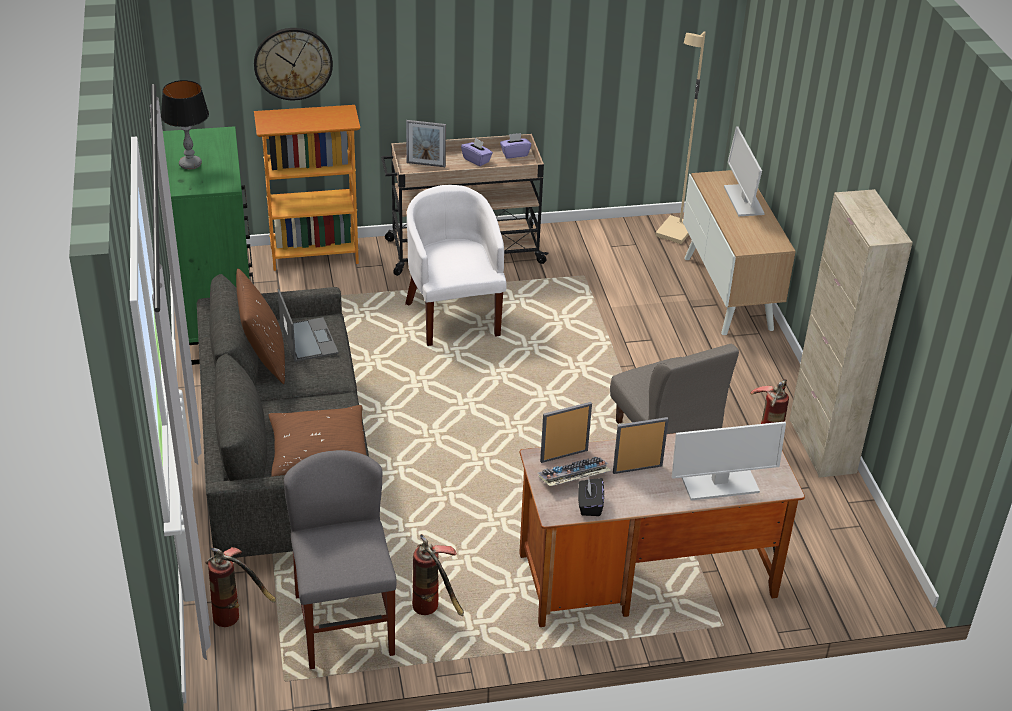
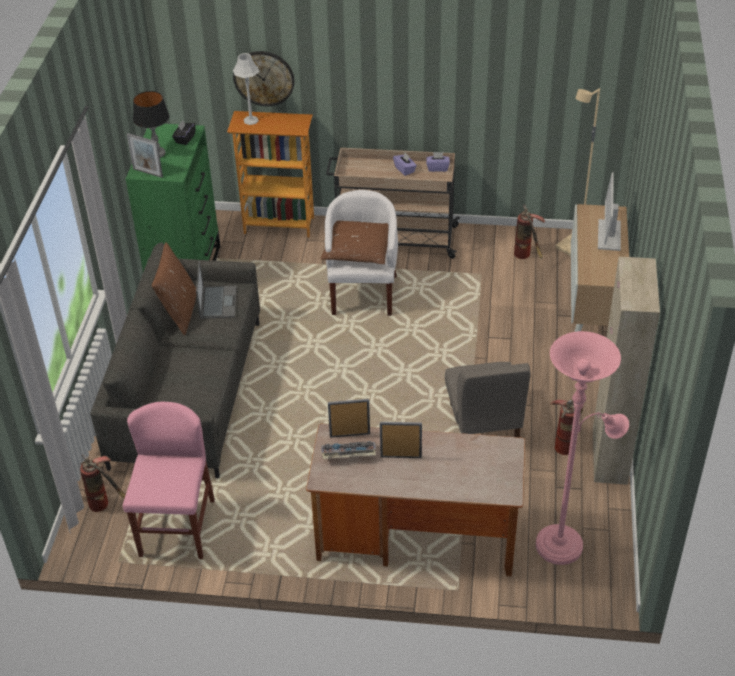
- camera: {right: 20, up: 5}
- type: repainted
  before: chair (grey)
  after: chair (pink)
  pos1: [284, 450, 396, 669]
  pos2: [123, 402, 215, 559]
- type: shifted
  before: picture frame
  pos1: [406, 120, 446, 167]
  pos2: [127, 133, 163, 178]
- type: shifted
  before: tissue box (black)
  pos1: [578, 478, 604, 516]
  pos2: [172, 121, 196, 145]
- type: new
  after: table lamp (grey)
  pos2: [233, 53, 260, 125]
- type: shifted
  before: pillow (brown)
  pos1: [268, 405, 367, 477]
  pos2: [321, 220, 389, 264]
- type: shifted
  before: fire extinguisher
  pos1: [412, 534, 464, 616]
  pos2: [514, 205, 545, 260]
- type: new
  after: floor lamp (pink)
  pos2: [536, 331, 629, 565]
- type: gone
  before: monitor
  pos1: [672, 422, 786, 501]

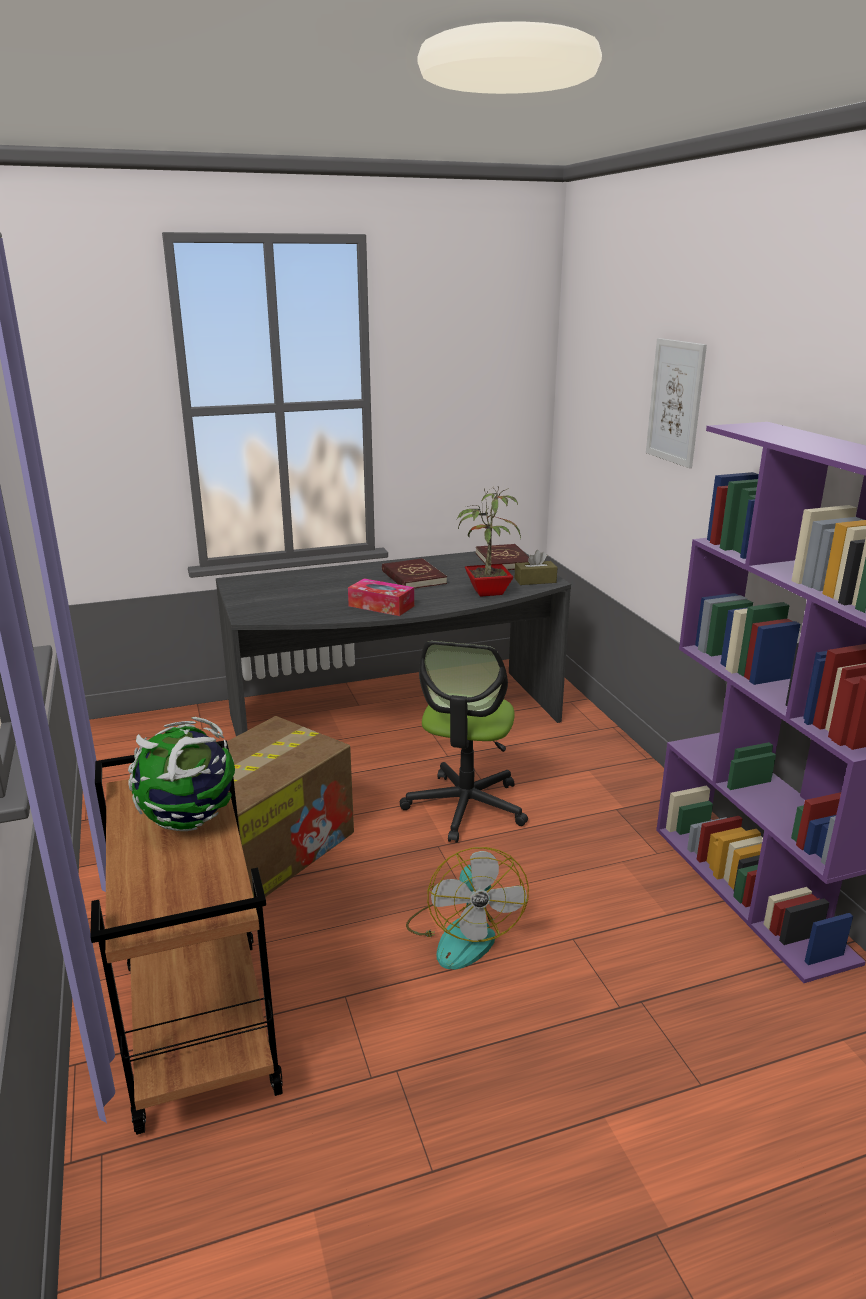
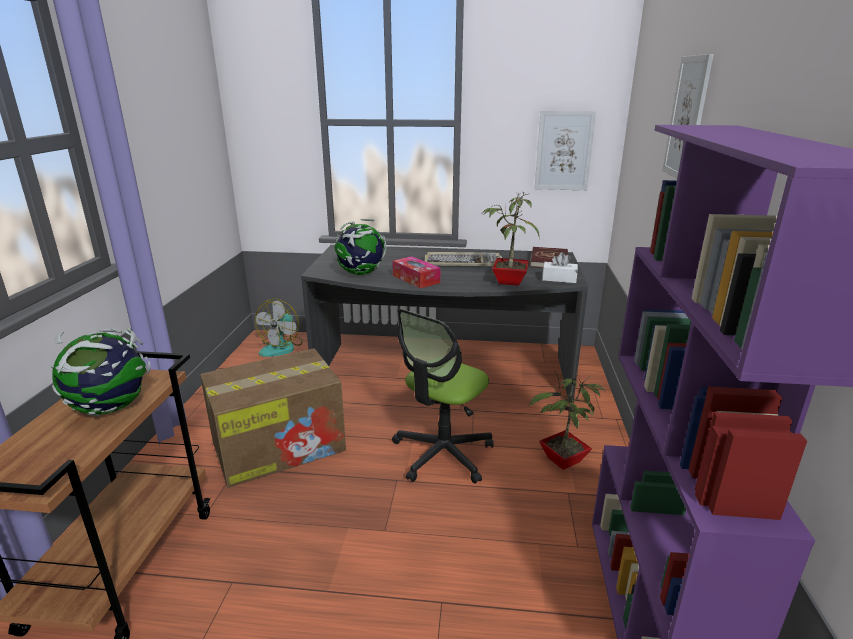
- camera: {right: 25, up: 0}
- type: shifted
  before: fan
  pos1: [406, 847, 529, 969]
  pos2: [255, 299, 303, 357]
- type: new
  after: globe
  pos2: [335, 219, 386, 275]
- type: swapped
  before: book (red)
  after: keyboard
  pos1: [382, 558, 447, 589]
  pos2: [425, 252, 502, 267]
- type: new
  after: potted plant
  pos2: [529, 370, 605, 470]
- type: new
  after: picture
  pos2: [535, 111, 596, 190]
- type: repainted
  before: tissue box (brown)
  after: tissue box (white)
  pos1: [515, 550, 557, 585]
  pos2: [542, 252, 578, 283]

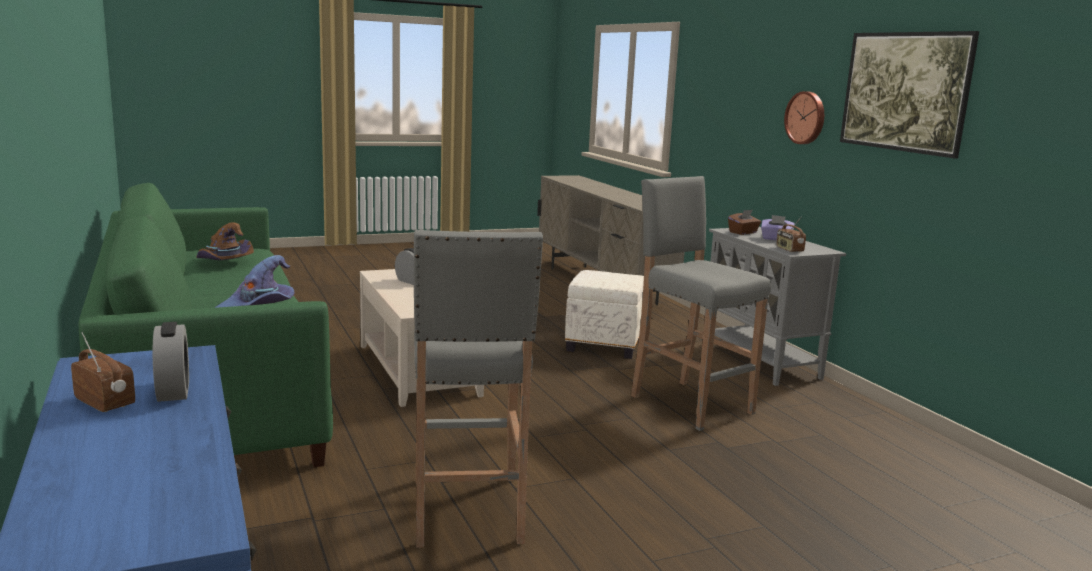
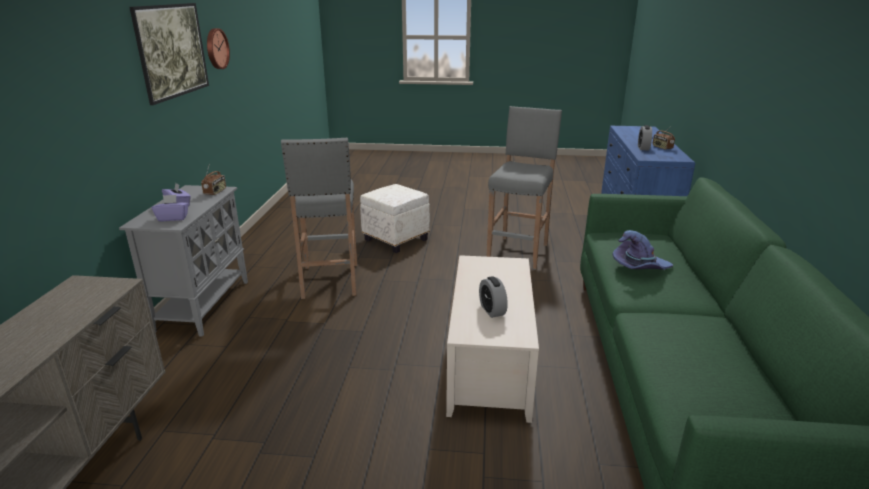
- camera: {right: -150, up: 10}
- type: repainted
  before: tissue box (brown)
  after: tissue box (purple)
  pos1: [728, 210, 761, 235]
  pos2: [151, 195, 189, 221]
- type: shifted
  before: wall clock
  pos1: [784, 91, 824, 144]
  pos2: [207, 28, 230, 69]
- type: shifted
  before: ottoman (white)
  pos1: [565, 270, 644, 359]
  pos2: [360, 184, 430, 253]
- type: gone
  before: hat (brown)
  pos1: [196, 222, 254, 260]

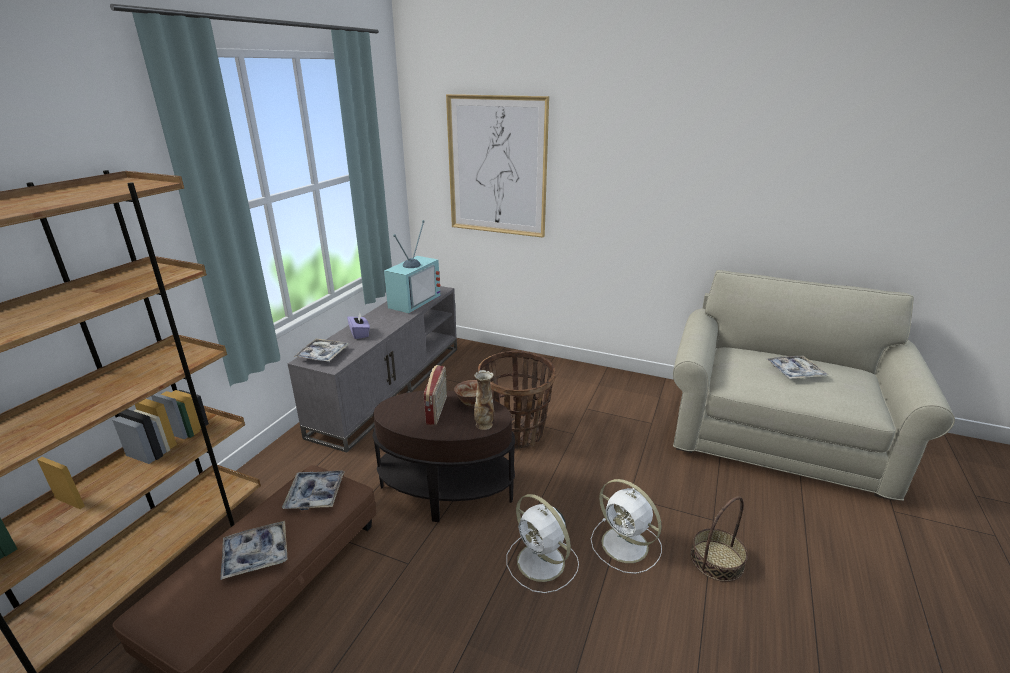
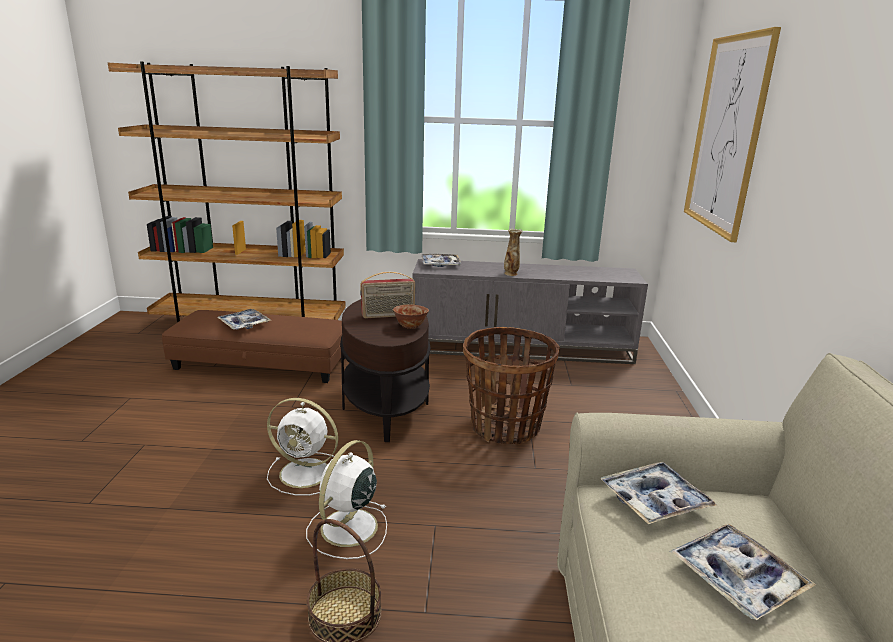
- camera: {right: 70, up: -5}
- type: rotated
  before: fan (white)
  pos1: [507, 494, 579, 593]
  pos2: [267, 398, 338, 496]
  turn: -105
- type: shifted
  before: vase
  pos1: [474, 370, 494, 430]
  pos2: [504, 229, 523, 276]
- type: shifted
  before: tray
  pos1: [282, 470, 345, 510]
  pos2: [601, 462, 717, 524]
- type: gone
  before: tissue box (purple)
  pos1: [347, 312, 370, 339]
- type: gone
  before: television
  pos1: [384, 220, 440, 313]

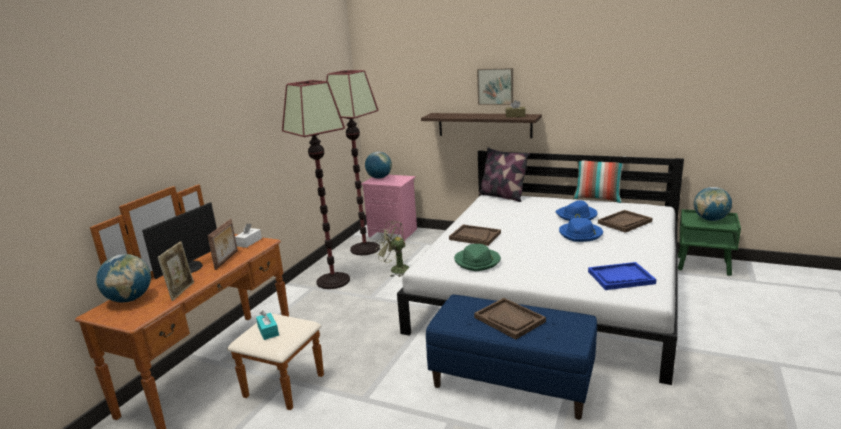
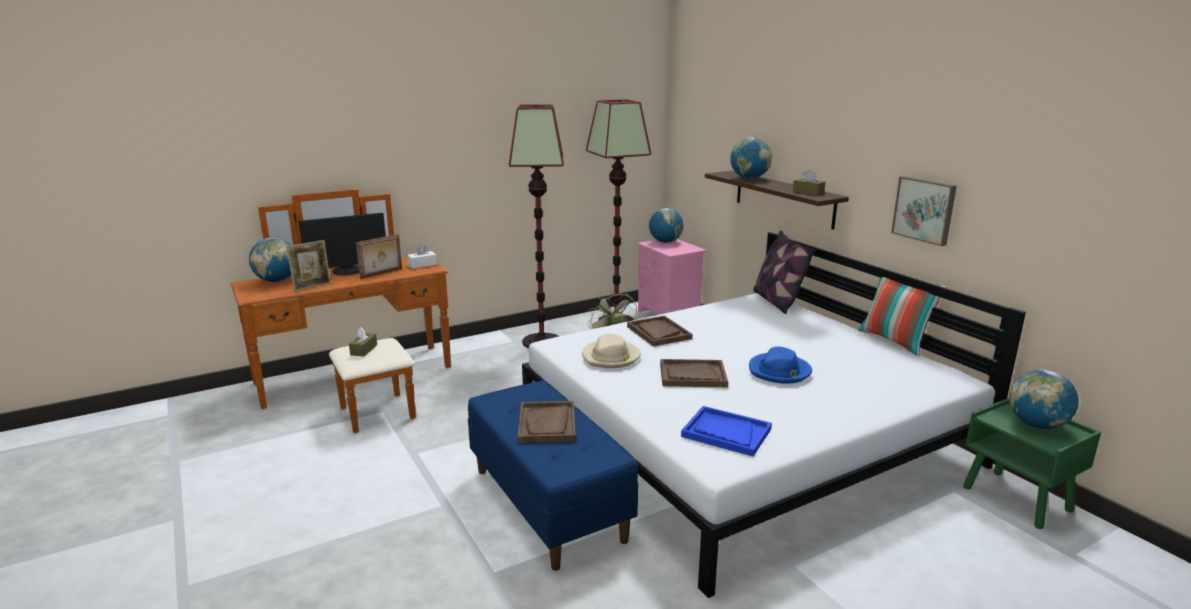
- camera: {right: 35, up: 0}
- type: repainted
  before: tissue box (turquoise)
  after: tissue box (brown)
  pos1: [256, 311, 279, 340]
  pos2: [349, 327, 377, 356]
- type: repainted
  before: hat (green)
  after: hat (beige)
  pos1: [454, 244, 501, 271]
  pos2: [582, 334, 641, 368]
- type: shifted
  before: tray (brown)
  pos1: [598, 210, 652, 233]
  pos2: [660, 359, 728, 387]
- type: new
  after: globe
  pos2: [730, 137, 772, 179]
- type: shifted
  before: picture
  pos1: [477, 68, 513, 105]
  pos2: [891, 176, 957, 246]
- type: gone
  before: hat (blue)
  pos1: [556, 200, 598, 221]

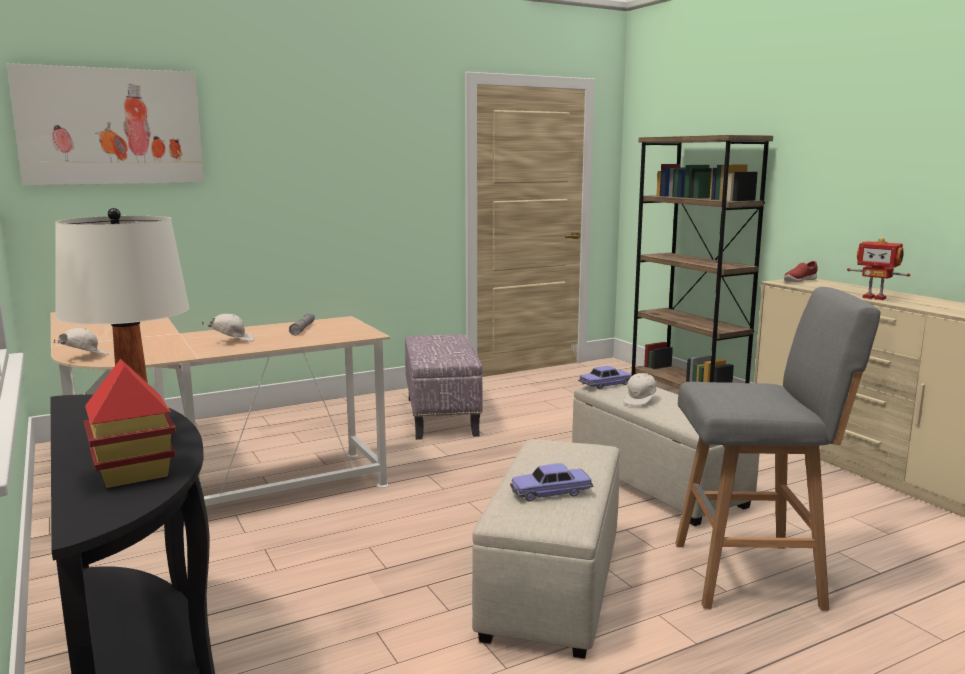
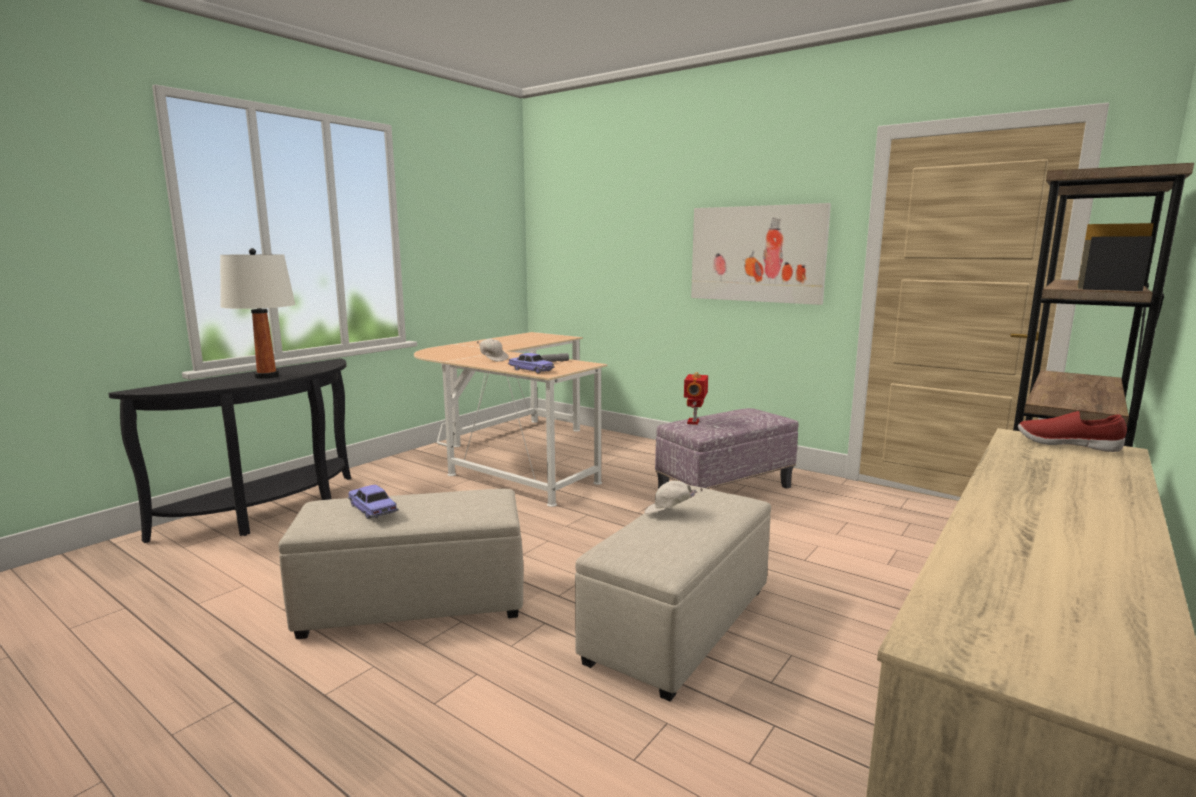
- camera: {right: 65, up: 0}
- type: shifted
  before: toy car
  pos1: [578, 366, 632, 389]
  pos2: [508, 353, 555, 373]
- type: shifted
  before: toy robot
  pos1: [847, 237, 910, 300]
  pos2: [684, 372, 708, 425]
- type: shifted
  before: picture
  pos1: [6, 63, 204, 185]
  pos2: [691, 203, 831, 305]
- type: gone
  before: cap (white)
  pos1: [53, 328, 109, 355]
- type: gone
  before: toy house
  pos1: [84, 359, 176, 488]
- type: gone
  before: stool (grey)
  pos1: [675, 287, 880, 611]

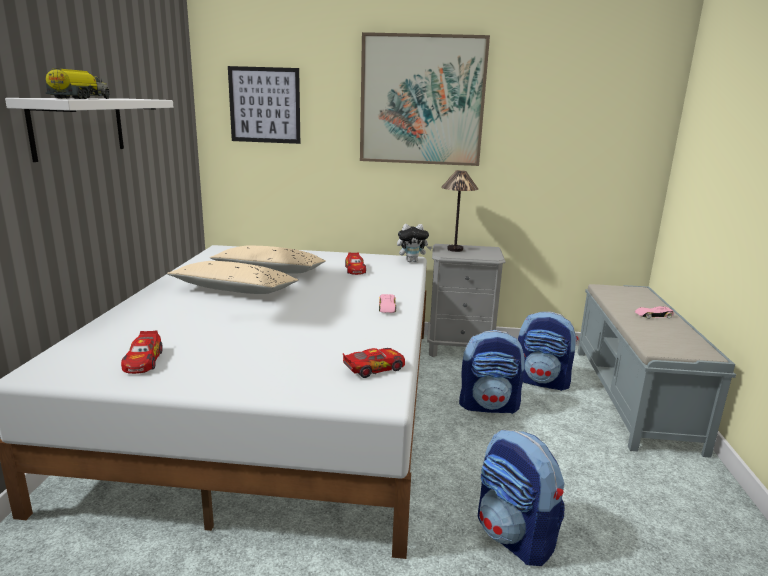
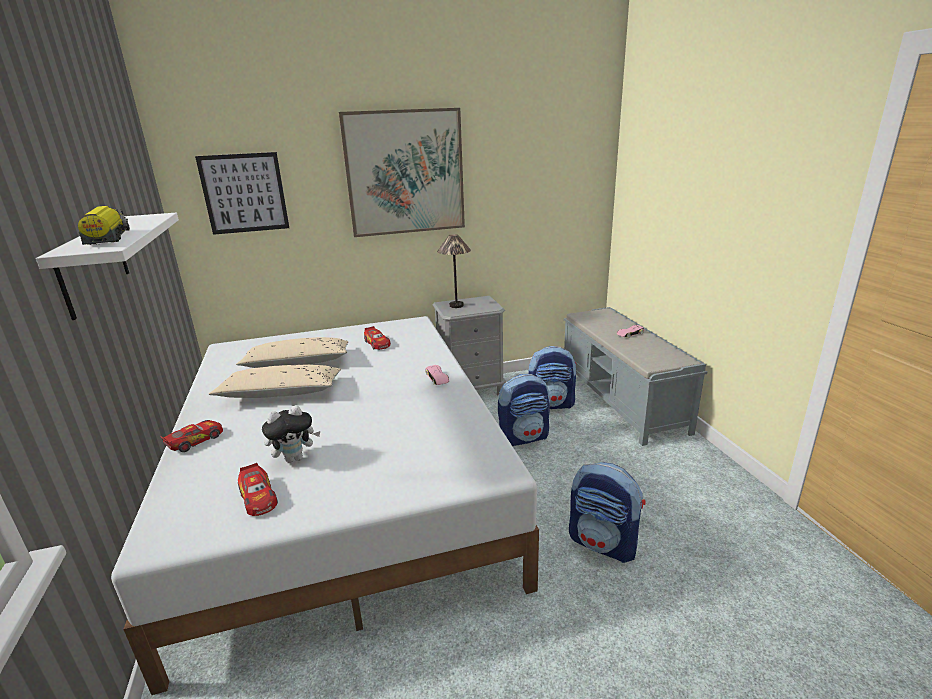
- camera: {right: -20, up: 5}
- type: shifted
  before: toy car
  pos1: [343, 348, 405, 378]
  pos2: [160, 420, 223, 452]
- type: shifted
  before: plush toy
  pos1: [397, 224, 432, 262]
  pos2: [262, 405, 320, 463]

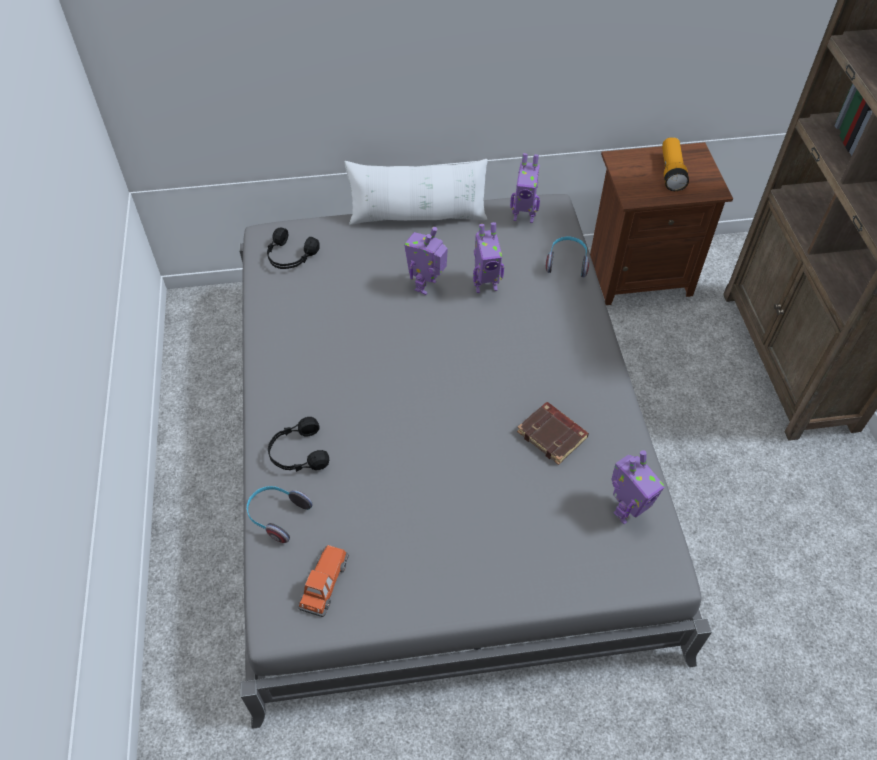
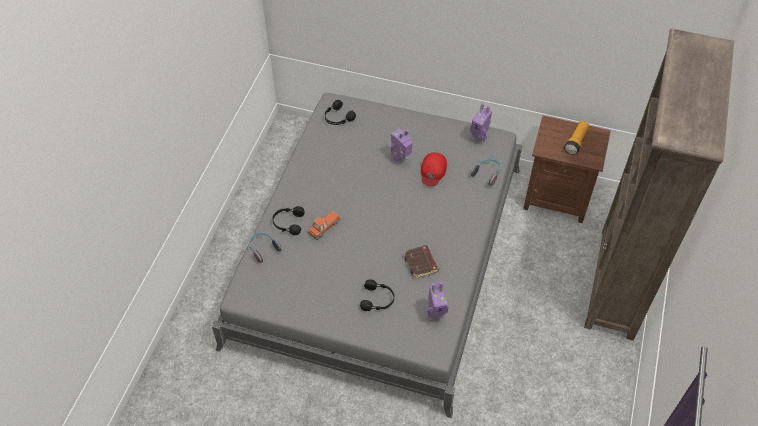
- camera: {right: 25, up: 0}
- type: shifted
  before: toy car
  pos1: [297, 545, 349, 617]
  pos2: [307, 211, 341, 240]
- type: new
  after: headphones (black)
  pos2: [360, 279, 394, 311]
- type: swapped
  before: toy robot
  after: cap (red)
  pos1: [473, 222, 504, 293]
  pos2: [421, 152, 447, 186]
- type: gone
  before: pillow (white)
  pos1: [345, 159, 488, 225]

